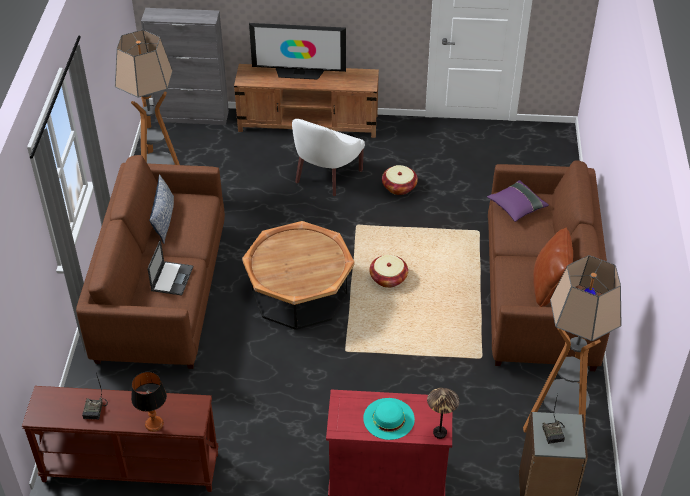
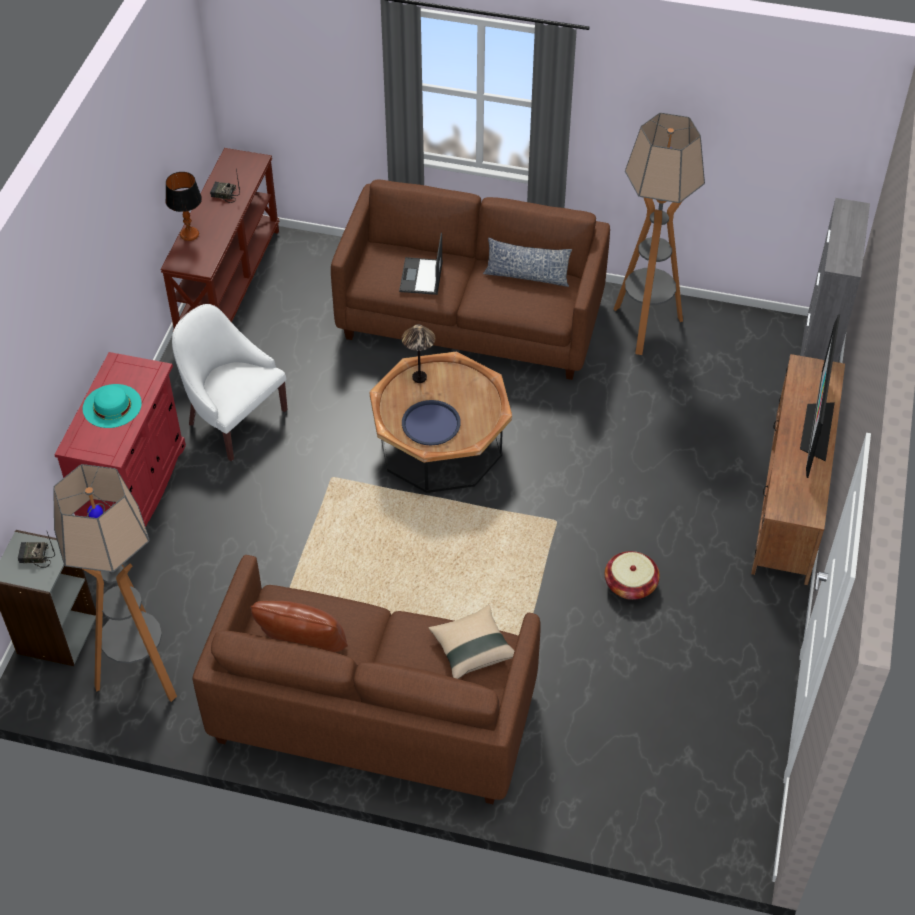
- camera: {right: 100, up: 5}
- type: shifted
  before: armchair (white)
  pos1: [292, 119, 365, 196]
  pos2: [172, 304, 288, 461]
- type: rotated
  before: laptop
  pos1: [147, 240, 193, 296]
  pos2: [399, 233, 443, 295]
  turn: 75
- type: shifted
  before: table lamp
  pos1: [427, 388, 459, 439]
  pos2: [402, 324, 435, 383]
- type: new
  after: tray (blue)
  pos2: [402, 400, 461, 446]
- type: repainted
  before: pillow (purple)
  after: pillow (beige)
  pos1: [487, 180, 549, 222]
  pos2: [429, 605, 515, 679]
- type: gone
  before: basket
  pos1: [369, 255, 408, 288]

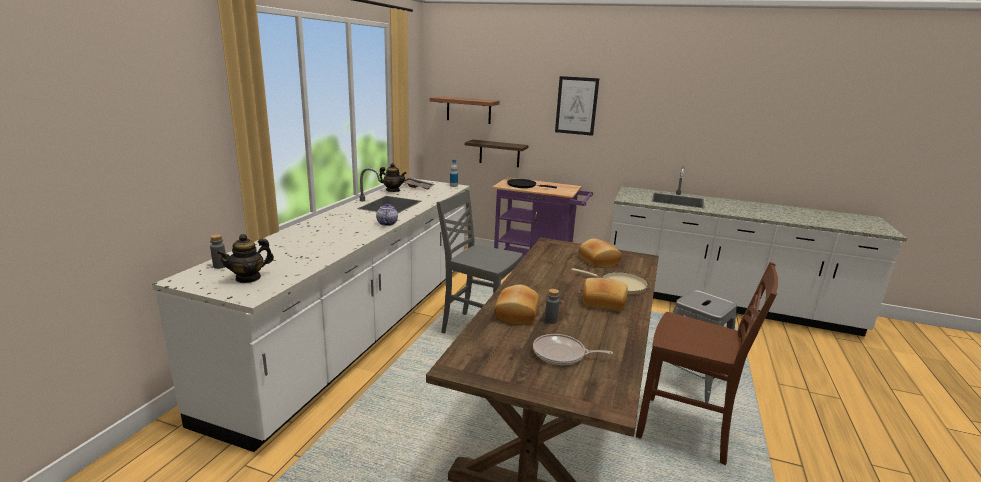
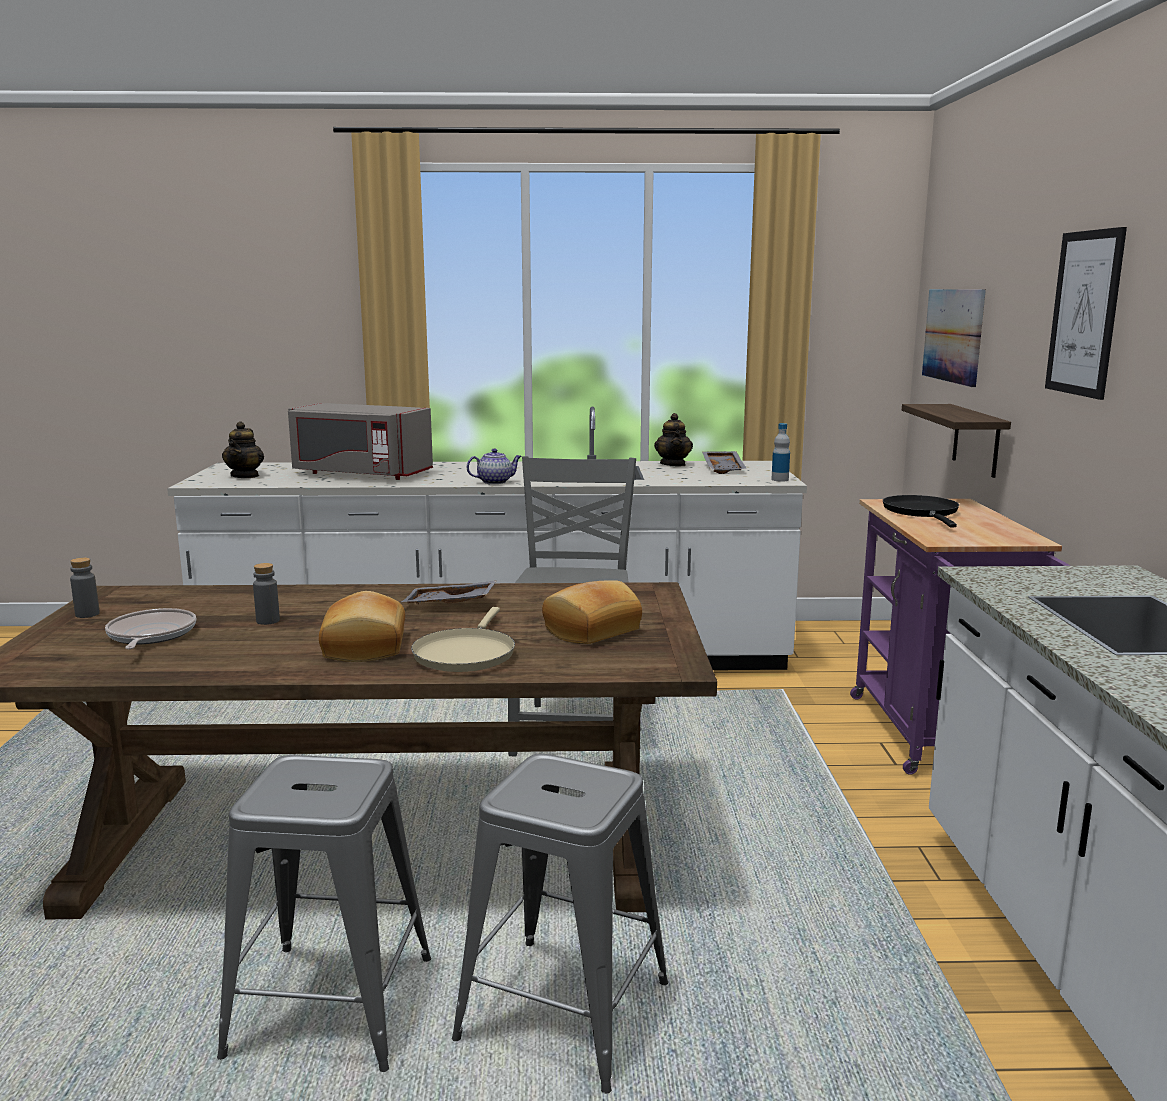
- camera: {right: 70, up: -5}
- type: shifted
  before: bottle (grey)
  pos1: [210, 234, 225, 269]
  pos2: [70, 558, 100, 618]
- type: swapped
  before: chair (brown)
  after: stool (grey)
  pos1: [636, 262, 778, 465]
  pos2: [217, 755, 431, 1072]
- type: rotated
  before: teapot
  pos1: [216, 234, 274, 283]
  pos2: [222, 421, 264, 478]
  turn: -120
- type: new
  after: microwave (grey)
  pos2: [288, 403, 433, 480]
- type: new
  after: tray (grey)
  pos2: [401, 581, 496, 604]
- type: swapped
  before: shelf
  after: picture
  pos1: [429, 96, 500, 124]
  pos2: [922, 289, 986, 387]
- type: gone
  before: bread
  pos1: [494, 284, 540, 325]

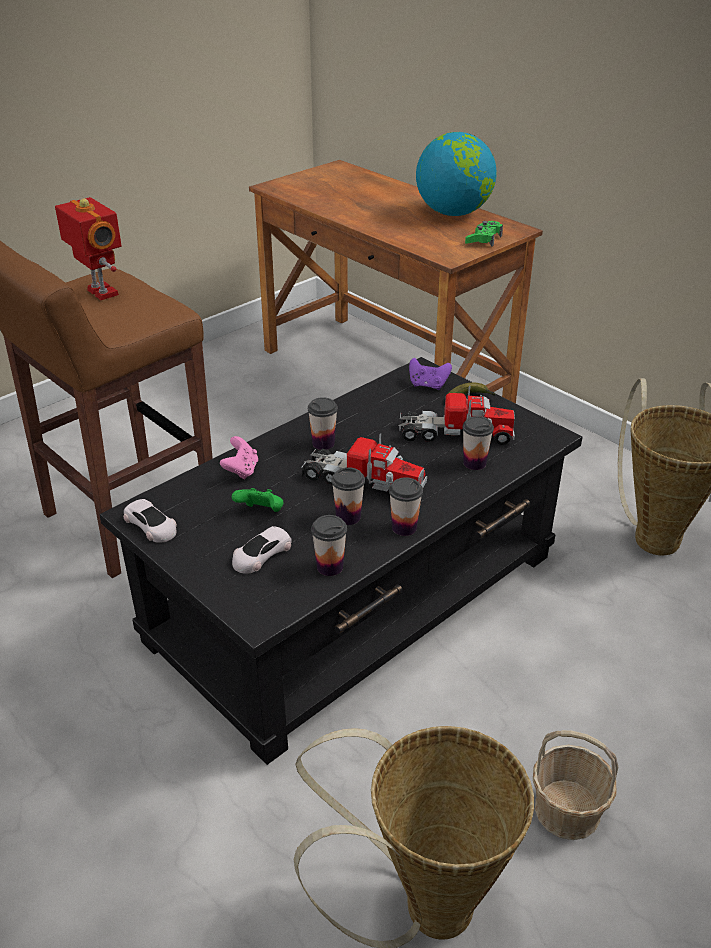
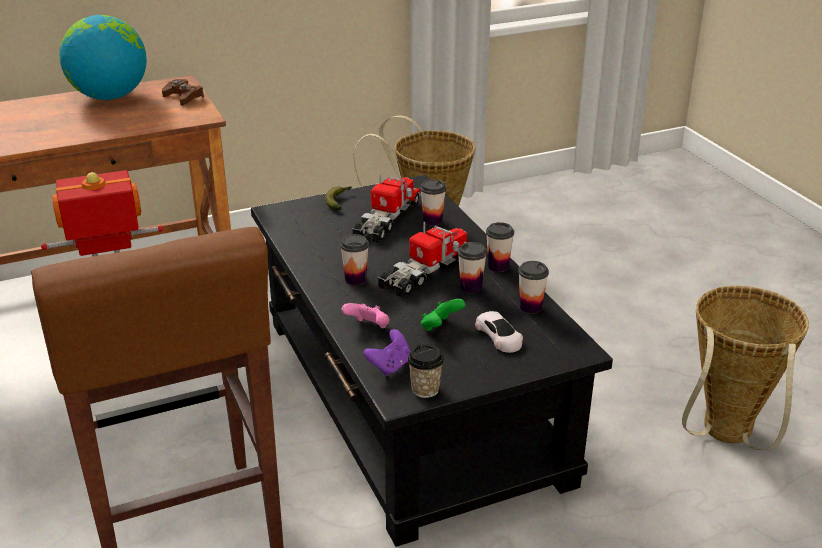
- camera: {right: -70, up: -5}
- type: repainted
  before: game controller (green)
  after: game controller (brown)
  pos1: [465, 221, 503, 247]
  pos2: [162, 79, 204, 106]
- type: shifted
  before: game controller (purple)
  pos1: [409, 358, 452, 390]
  pos2: [364, 329, 410, 376]
- type: swapped
  before: toy car (white)
  after: cup
  pos1: [123, 499, 177, 543]
  pos2: [408, 344, 444, 398]
- type: gone
  before: basket
  pos1: [533, 730, 618, 840]

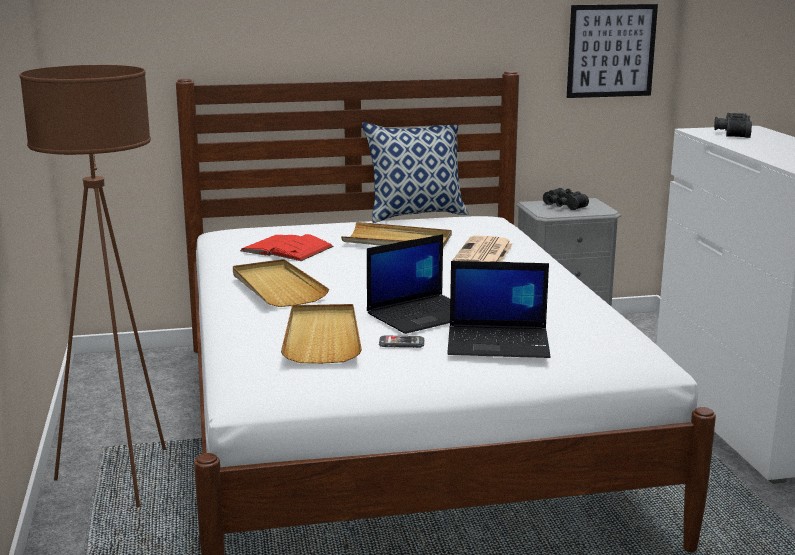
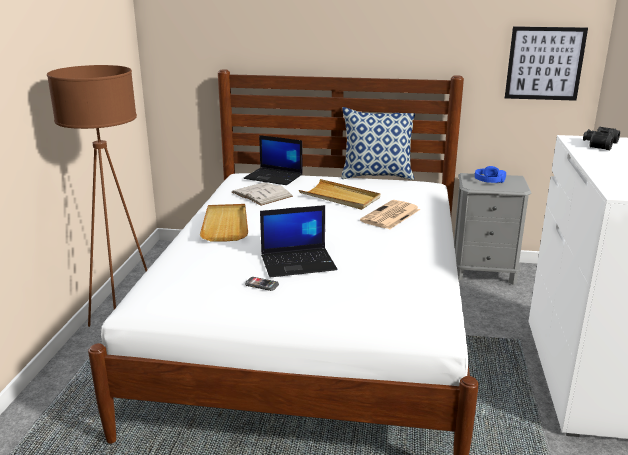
- camera: {right: 20, up: 5}
- type: repainted
  before: book (red)
  after: book (white)
  pos1: [240, 234, 334, 261]
  pos2: [232, 182, 293, 206]
- type: shifted
  before: laptop
  pos1: [447, 261, 550, 358]
  pos2: [243, 135, 303, 185]
- type: swapped
  before: binoculars (black)
  after: headphones (blue)
  pos1: [543, 188, 589, 210]
  pos2: [475, 166, 506, 183]
- type: gone
  before: tray (beige)
  pos1: [281, 304, 362, 364]

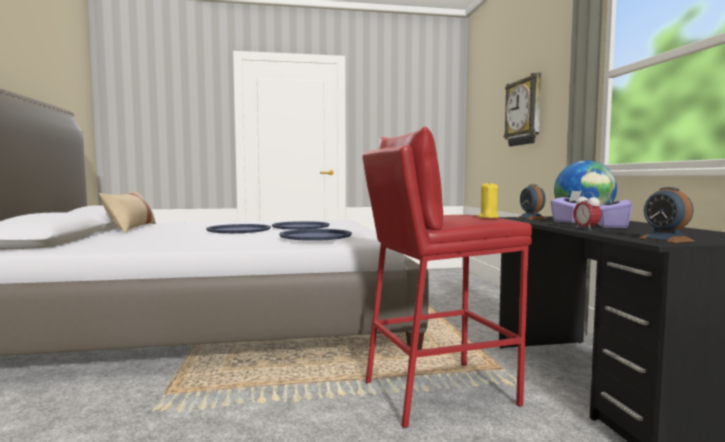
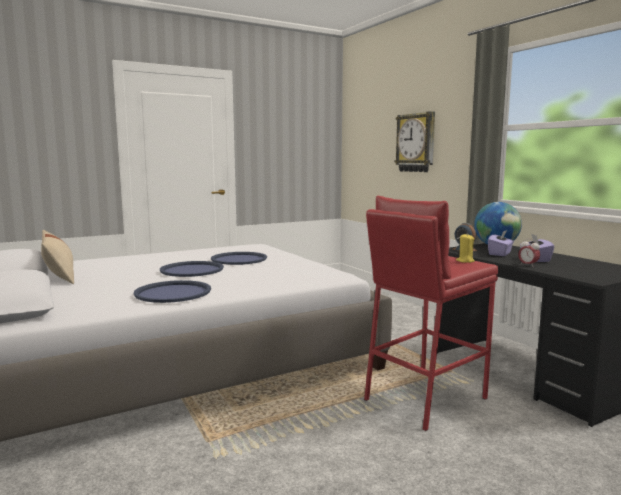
- camera: {right: -20, up: 5}
- type: shifted
  before: tray (blue)
  pos1: [279, 229, 352, 241]
  pos2: [134, 280, 211, 303]
- type: gone
  before: alarm clock
  pos1: [639, 187, 694, 243]

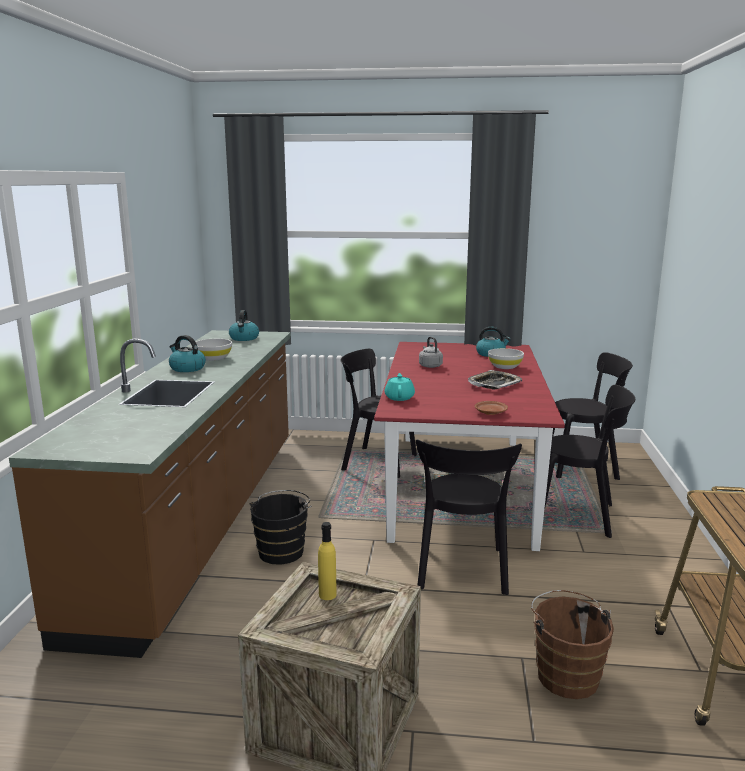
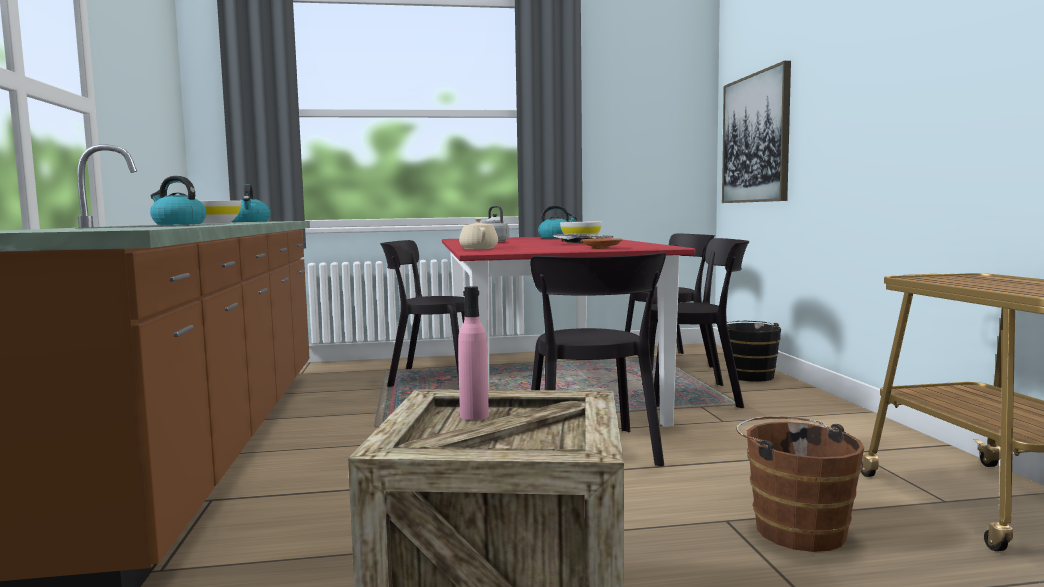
- camera: {right: -15, up: -10}
- type: repainted
  before: bottle (yellow)
  after: bottle (pink)
  pos1: [318, 522, 337, 600]
  pos2: [458, 286, 489, 420]
- type: repainted
  before: teapot (turquoise)
  after: teapot (beige)
  pos1: [384, 373, 415, 401]
  pos2: [459, 218, 498, 250]
- type: new
  after: picture
  pos2: [722, 61, 791, 203]
- type: shifted
  before: bucket (black)
  pos1: [250, 490, 312, 565]
  pos2: [727, 321, 781, 382]

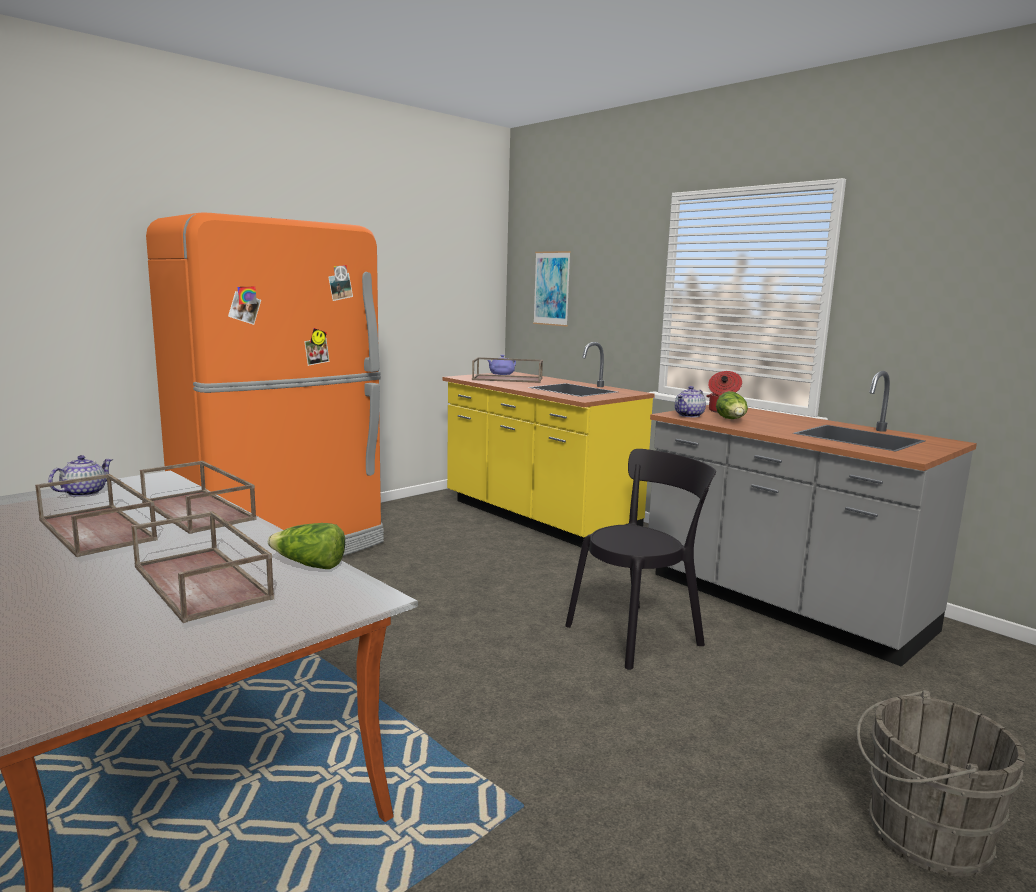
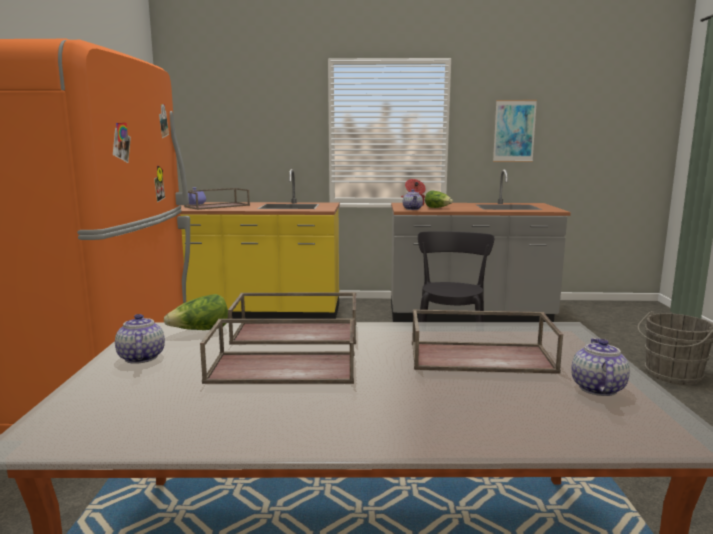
- camera: {right: -45, up: 0}
- type: shifted
  before: lettuce
  pos1: [268, 523, 345, 569]
  pos2: [164, 294, 228, 330]
- type: shifted
  before: picture
  pos1: [533, 251, 571, 326]
  pos2: [493, 100, 537, 162]
- type: new
  after: teapot
  pos2: [571, 338, 630, 396]

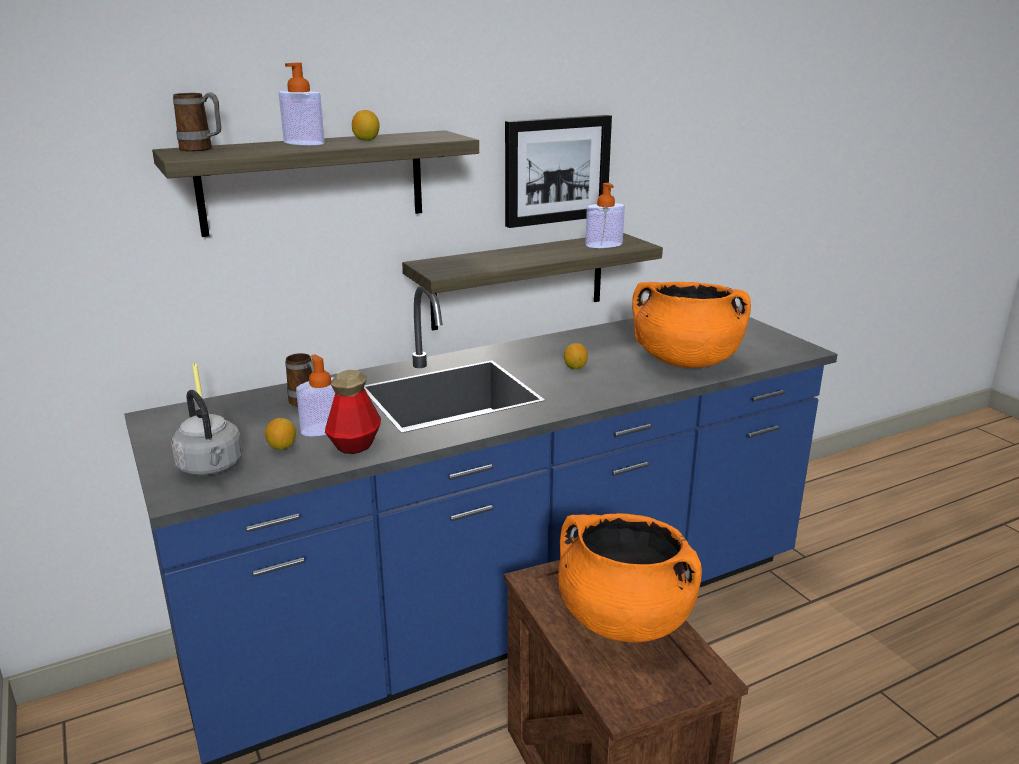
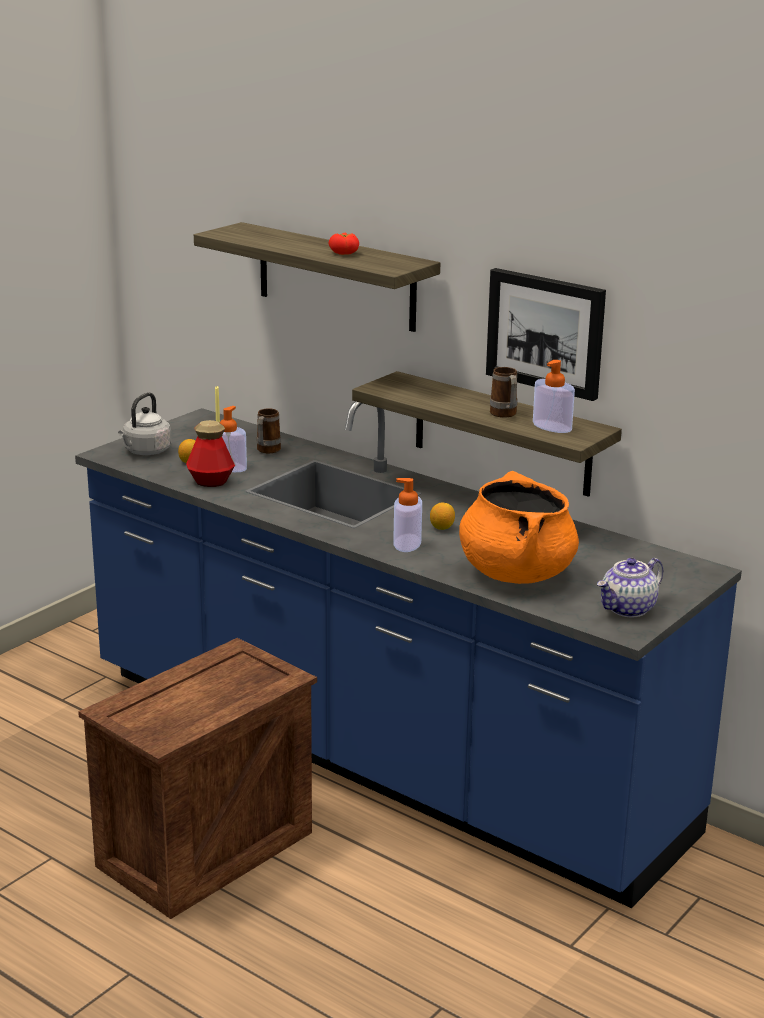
- camera: {right: 65, up: 0}
- type: swapped
  before: lemon
  after: tomato
  pos1: [352, 110, 380, 141]
  pos2: [328, 233, 359, 255]
- type: shifted
  before: soap dispenser
  pos1: [279, 63, 324, 146]
  pos2: [393, 478, 422, 552]
- type: shifted
  before: mug
  pos1: [173, 92, 221, 152]
  pos2: [490, 367, 518, 417]
- type: new
  after: teapot
  pos2: [597, 558, 664, 617]
- type: gone
  before: cooking pot (orange)
  pos1: [558, 513, 702, 642]

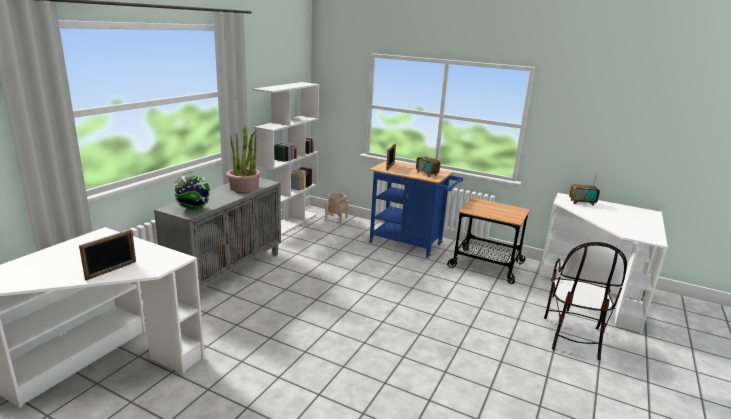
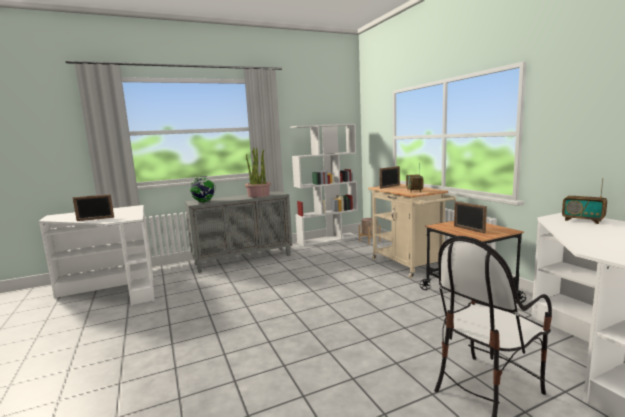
- camera: {right: 40, up: -10}
- type: repainted
  before: cart (blue)
  after: cart (beige)
  pos1: [369, 161, 463, 258]
  pos2: [368, 184, 456, 278]
- type: new
  after: picture frame
  pos2: [454, 201, 487, 234]

